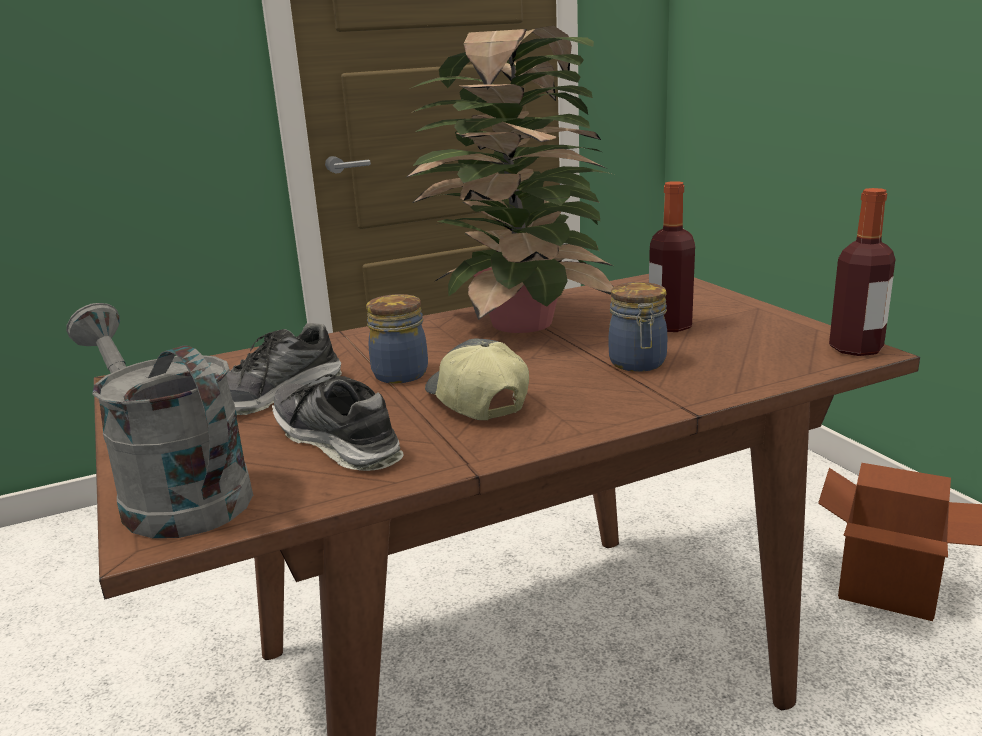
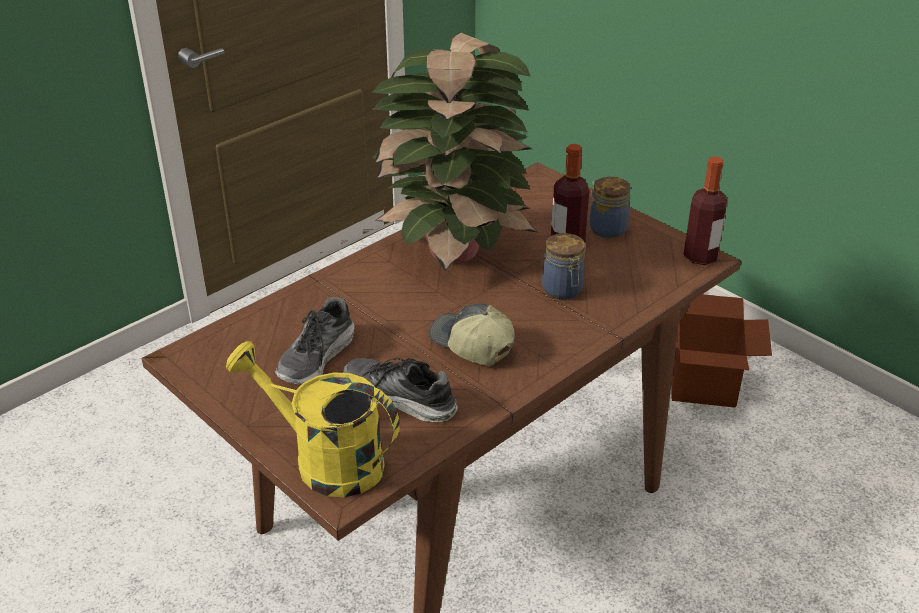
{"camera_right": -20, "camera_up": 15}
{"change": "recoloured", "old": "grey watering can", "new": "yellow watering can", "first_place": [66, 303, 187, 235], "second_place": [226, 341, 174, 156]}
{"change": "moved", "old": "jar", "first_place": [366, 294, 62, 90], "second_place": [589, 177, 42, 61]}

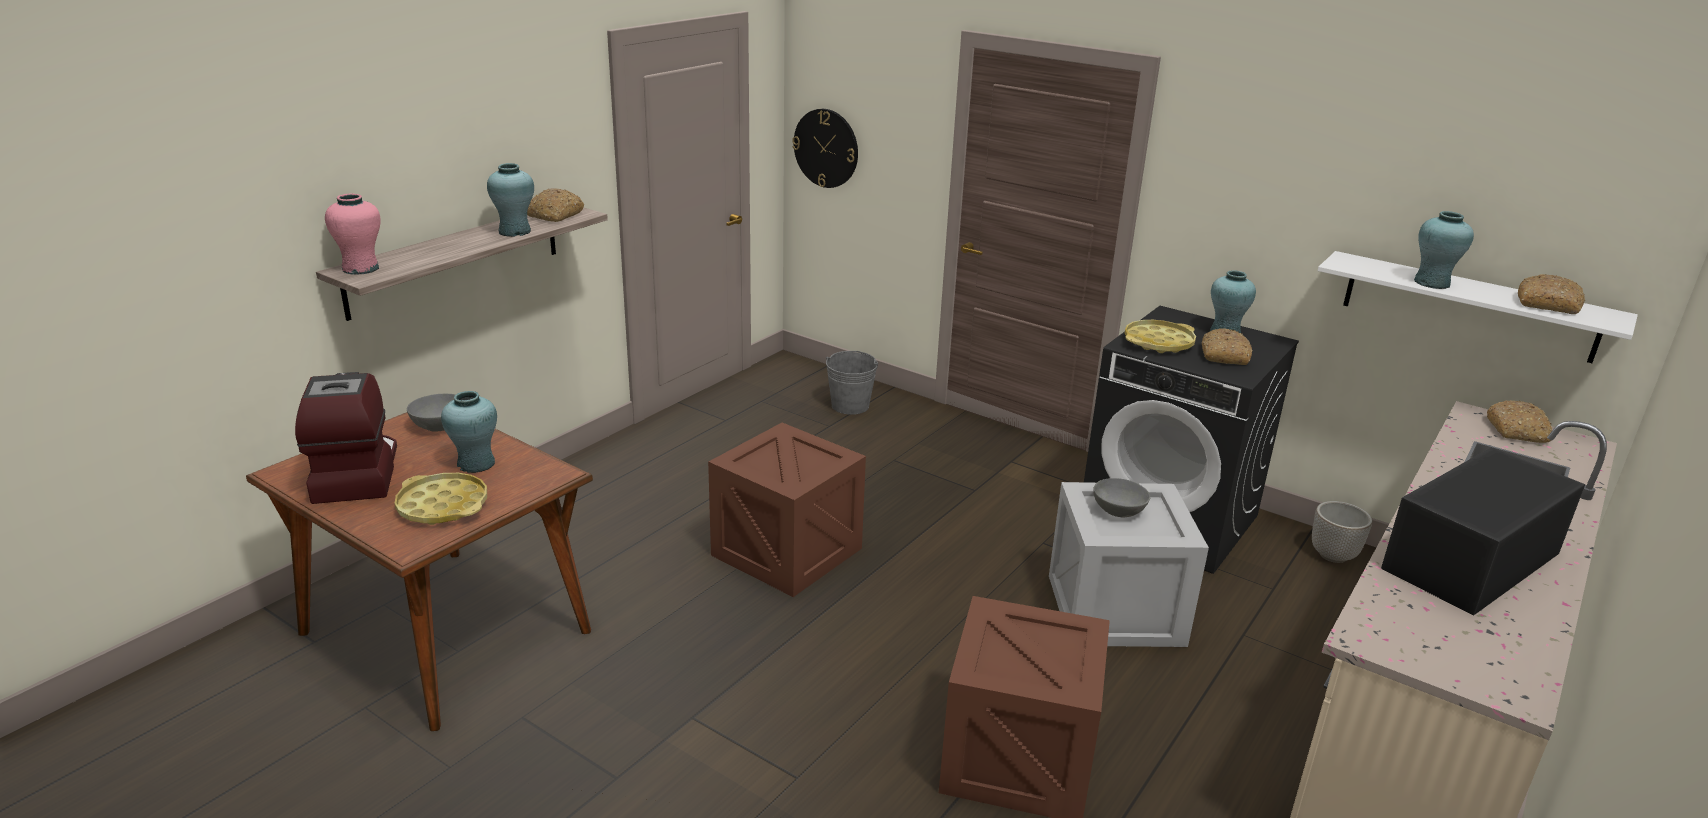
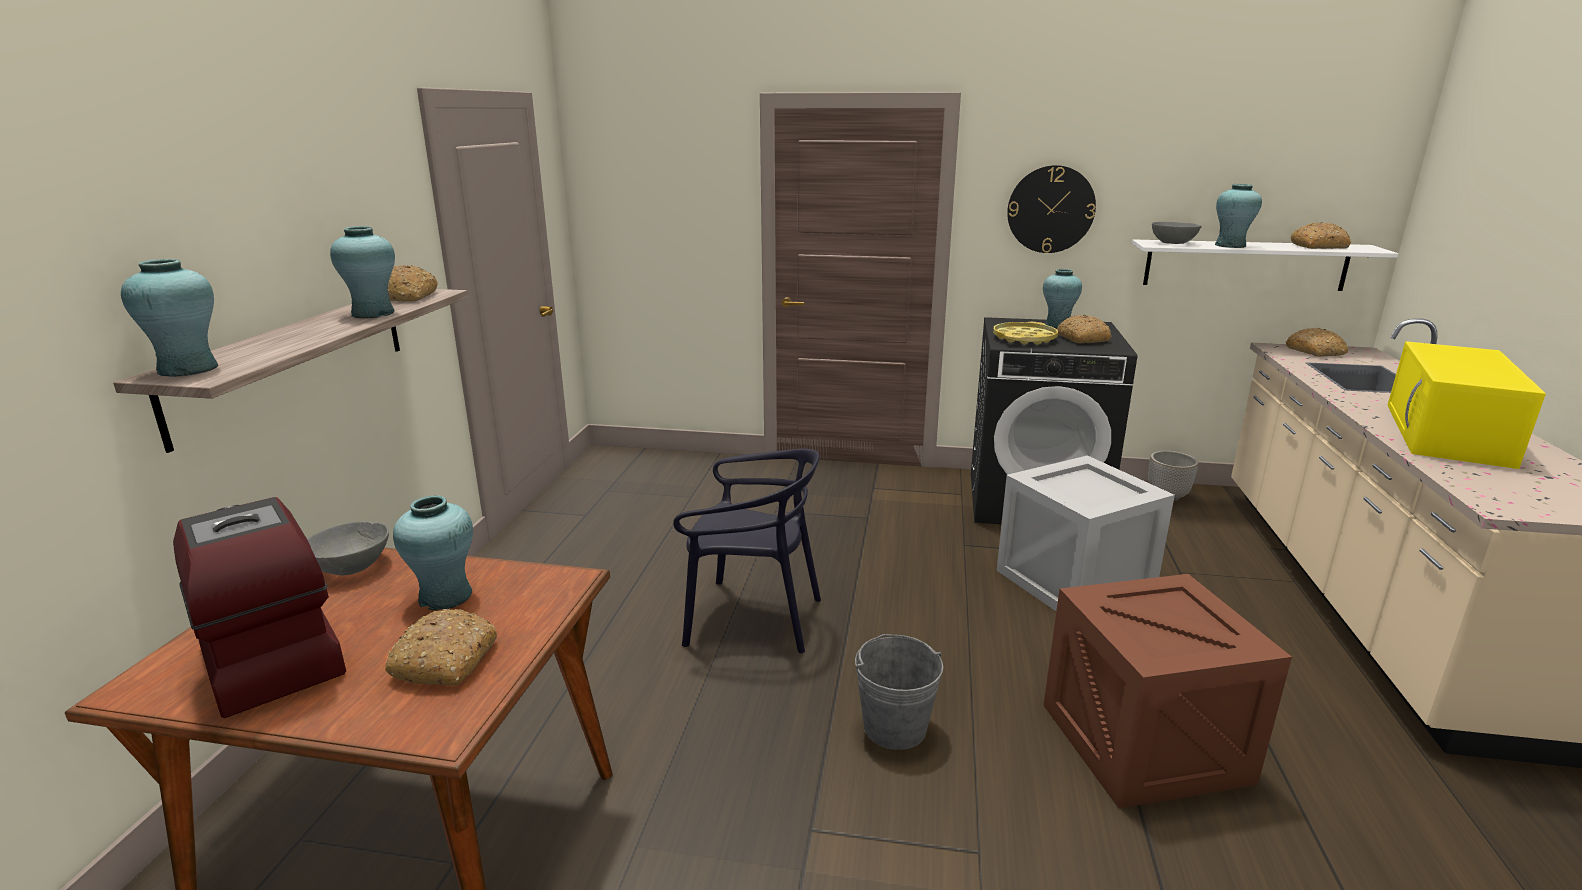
{"camera_right": -25, "camera_up": -5}
{"change": "recoloured", "old": "pink vase", "new": "turquoise vase", "first_place": [325, 194, 56, 81], "second_place": [121, 259, 97, 118]}
{"change": "replaced", "old": "yellow tray", "new": "bread", "first_place": [394, 473, 93, 52], "second_place": [385, 609, 112, 77]}
{"change": "replaced", "old": "crate", "new": "black chair", "first_place": [708, 423, 158, 174], "second_place": [673, 449, 148, 204]}
{"change": "moved", "old": "grey bucket", "first_place": [826, 351, 52, 64], "second_place": [855, 634, 88, 116]}
{"change": "moved", "old": "wall clock", "first_place": [792, 109, 66, 79], "second_place": [1007, 165, 89, 88]}
{"change": "moved", "old": "grey bowl", "first_place": [1093, 478, 58, 39], "second_place": [1152, 222, 50, 22]}
{"change": "recoloured", "old": "black microwave", "new": "yellow microwave", "first_place": [1381, 447, 204, 168], "second_place": [1387, 341, 159, 128]}

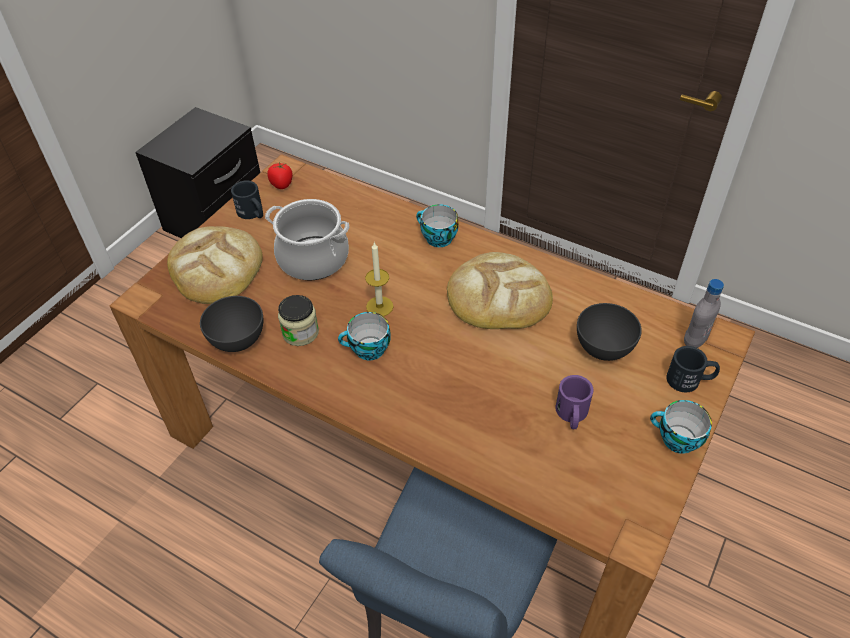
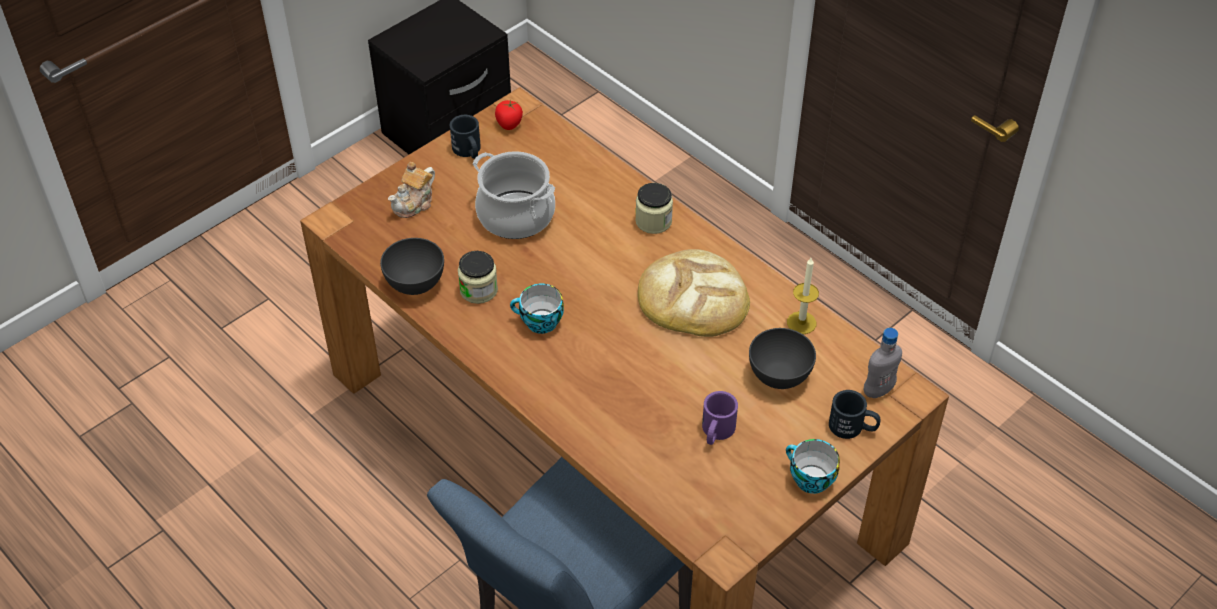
{"camera_right": 15, "camera_up": 0}
{"change": "replaced", "old": "bread", "new": "teapot", "first_place": [167, 226, 96, 78], "second_place": [388, 162, 47, 56]}
{"change": "replaced", "old": "cup", "new": "jar", "first_place": [416, 204, 43, 43], "second_place": [635, 183, 38, 51]}
{"change": "moved", "old": "candle", "first_place": [365, 243, 28, 73], "second_place": [787, 258, 32, 76]}

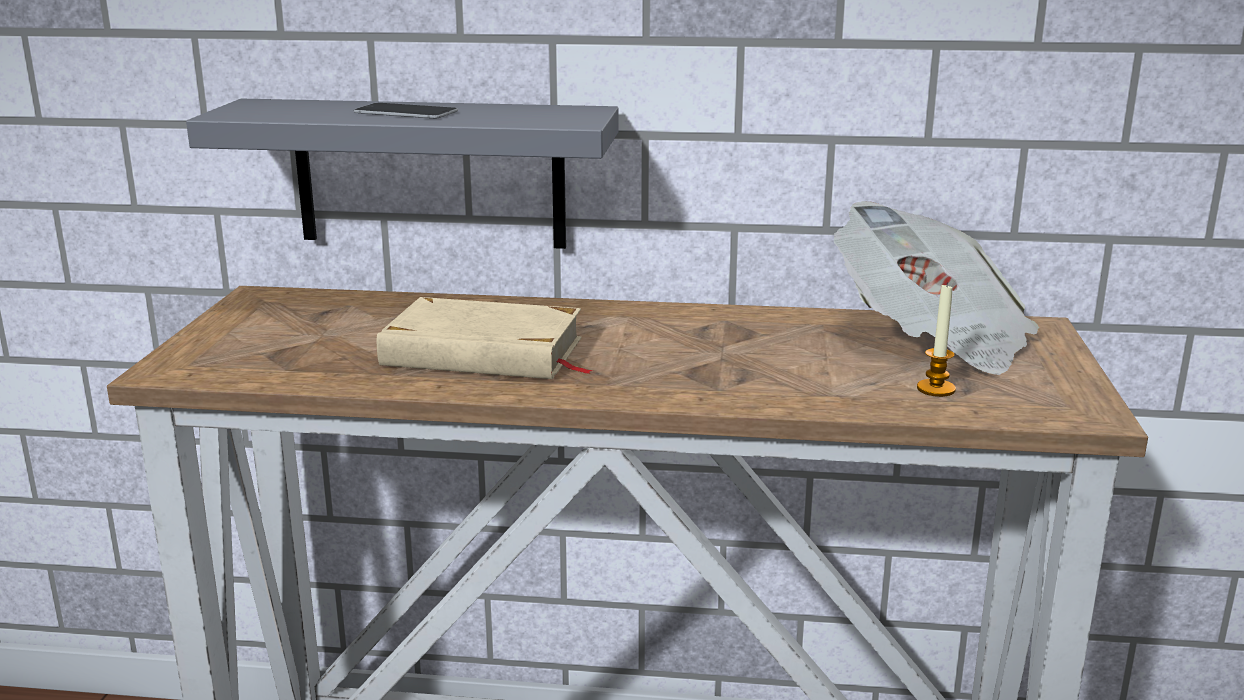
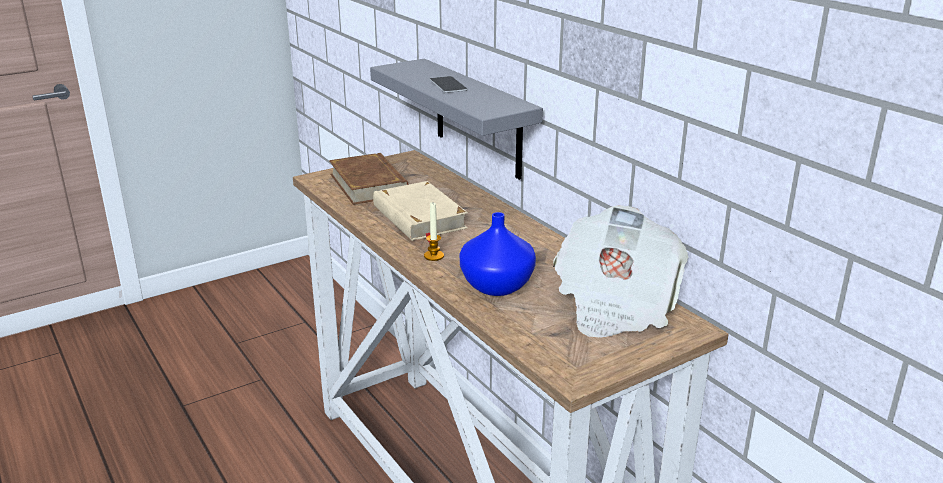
{"camera_right": 50, "camera_up": 5}
{"change": "added", "new": "brown book", "second_place": [329, 153, 80, 52]}
{"change": "moved", "old": "candle", "first_place": [917, 282, 39, 115], "second_place": [424, 202, 20, 59]}
{"change": "added", "new": "blue vase", "second_place": [460, 212, 76, 84]}

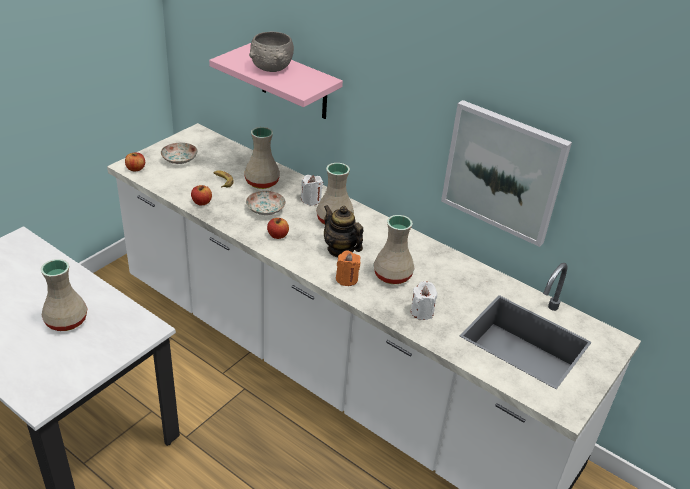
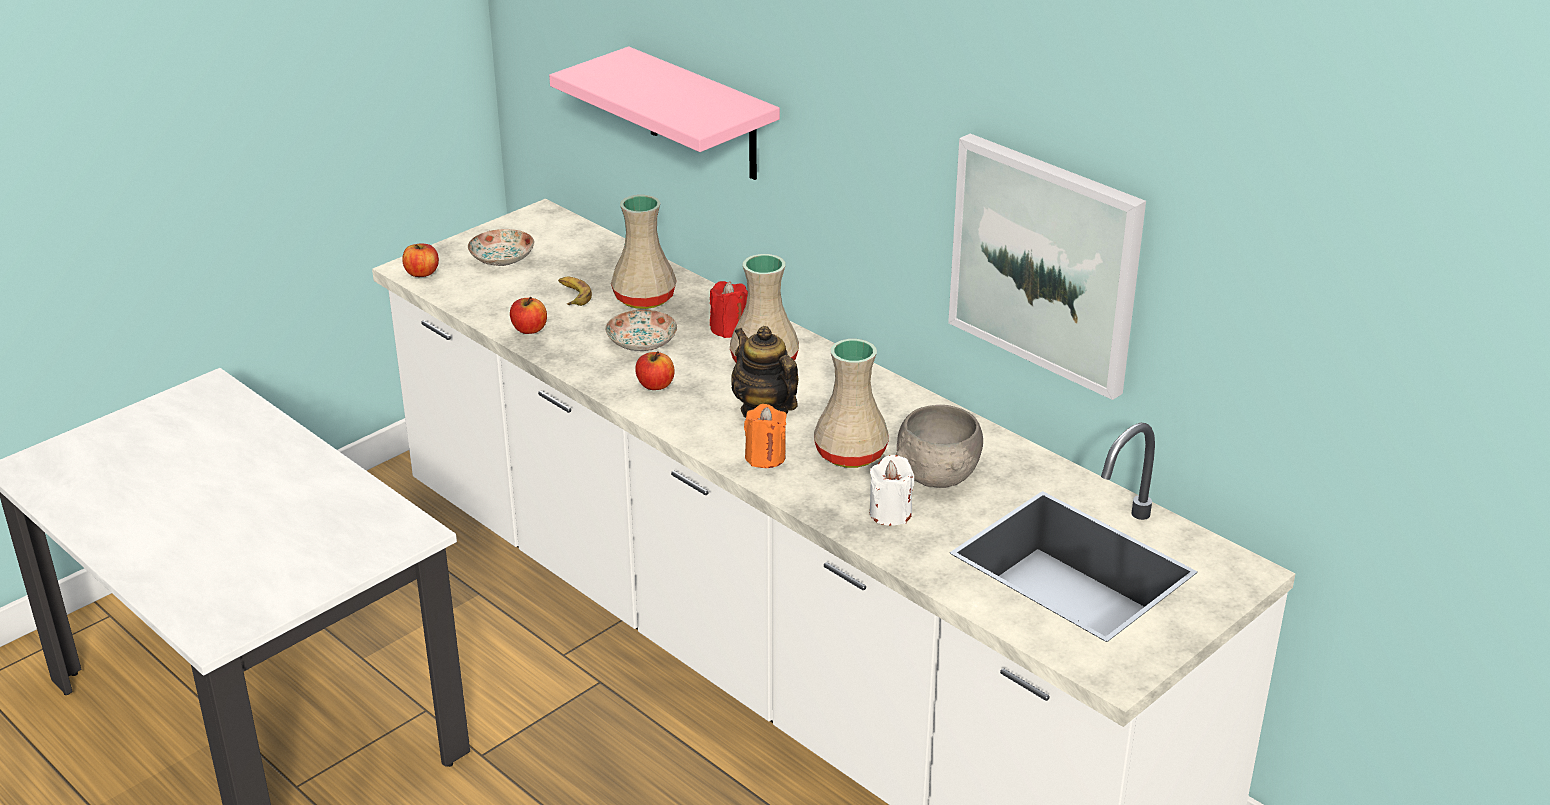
{"camera_right": 10, "camera_up": -5}
{"change": "recoloured", "old": "white candle", "new": "red candle", "first_place": [301, 175, 22, 31], "second_place": [710, 281, 38, 57]}
{"change": "moved", "old": "grey bowl", "first_place": [249, 32, 45, 40], "second_place": [896, 405, 87, 83]}
{"change": "removed", "old": "beige vase", "first_place": [40, 259, 48, 72]}

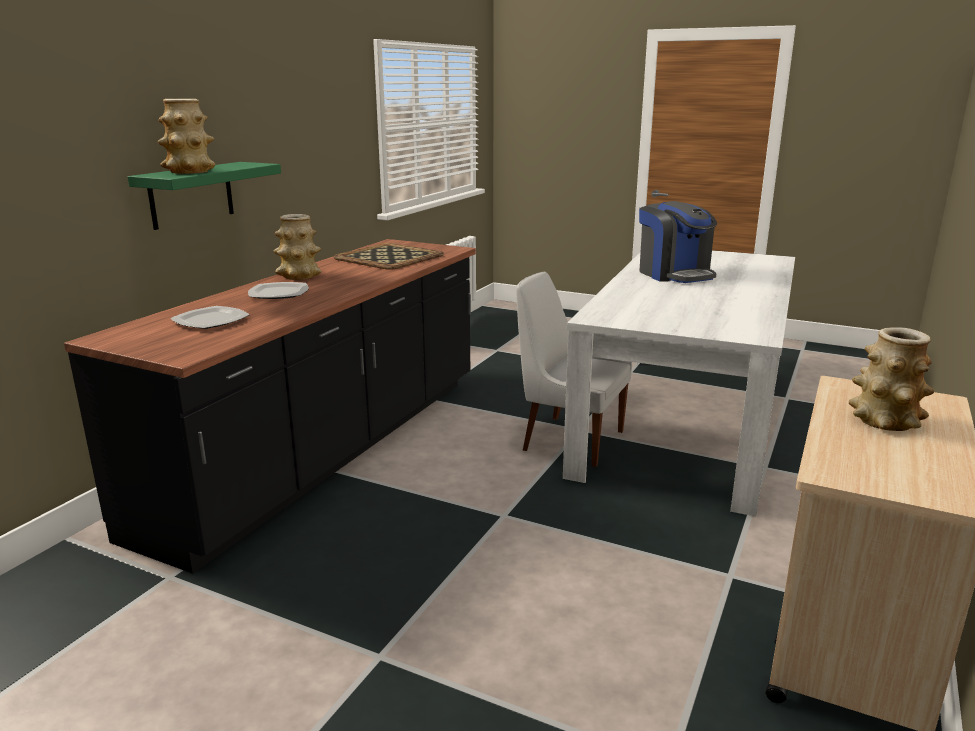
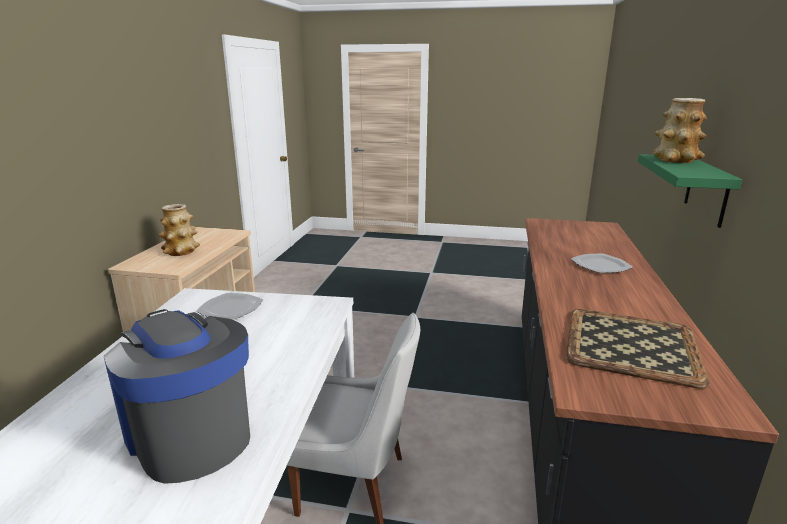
{"camera_right": 165, "camera_up": 0}
{"change": "moved", "old": "plate", "first_place": [170, 306, 80, 23], "second_place": [196, 293, 67, 26]}
{"change": "removed", "old": "vase", "first_place": [274, 214, 47, 66]}

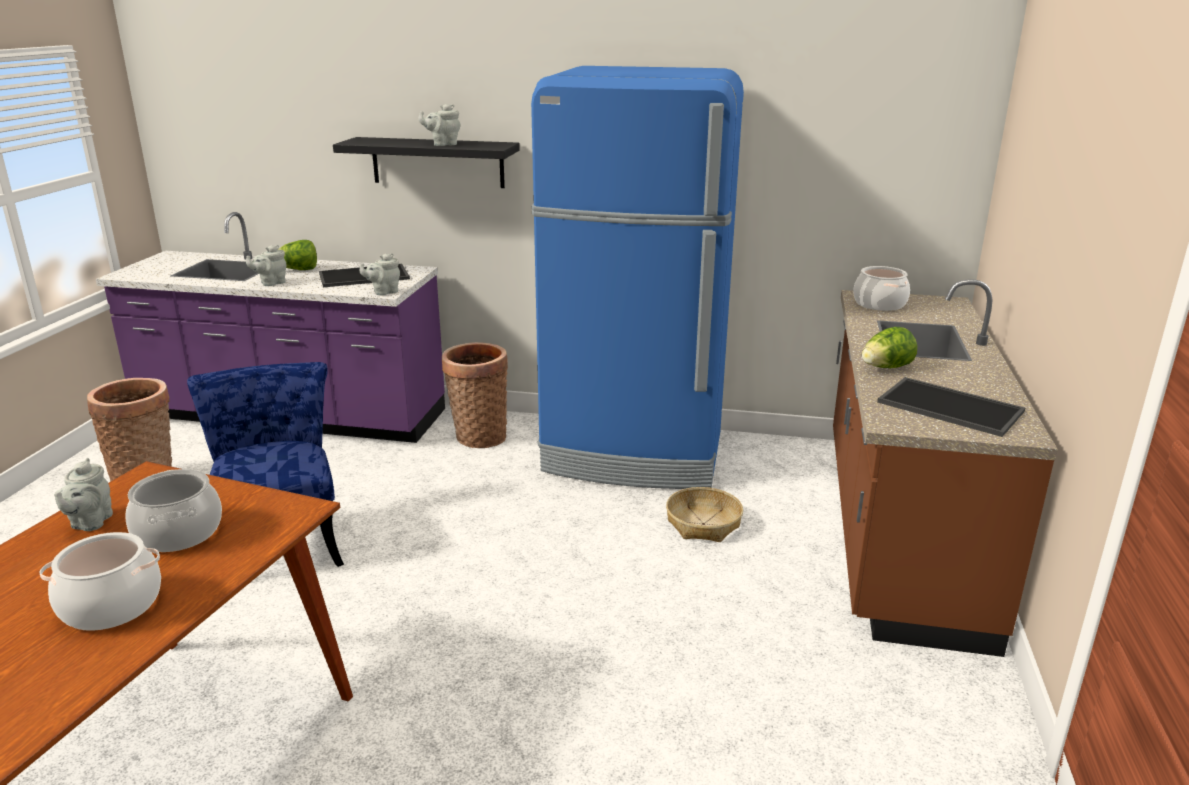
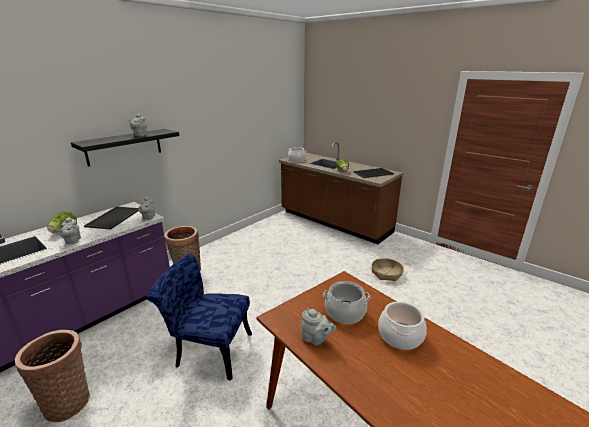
{"camera_right": -60, "camera_up": 0}
{"change": "moved", "old": "basket", "first_place": [666, 487, 77, 55], "second_place": [371, 258, 33, 24]}
{"change": "removed", "old": "blue fridge", "first_place": [531, 66, 213, 423]}

